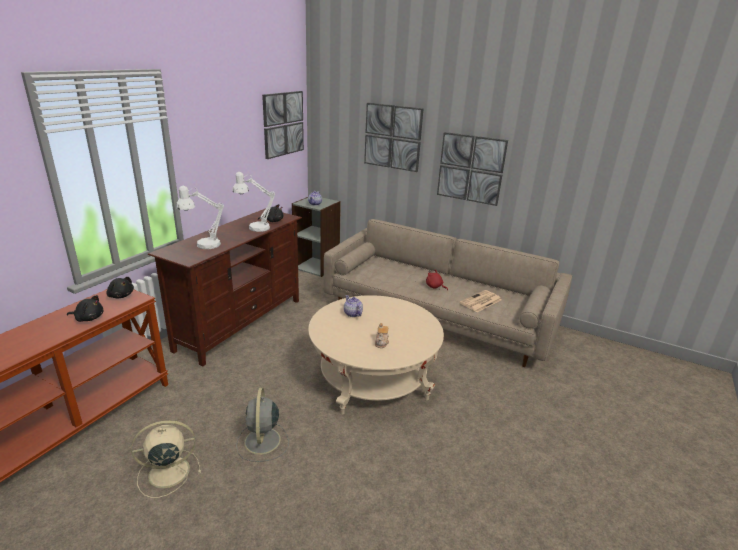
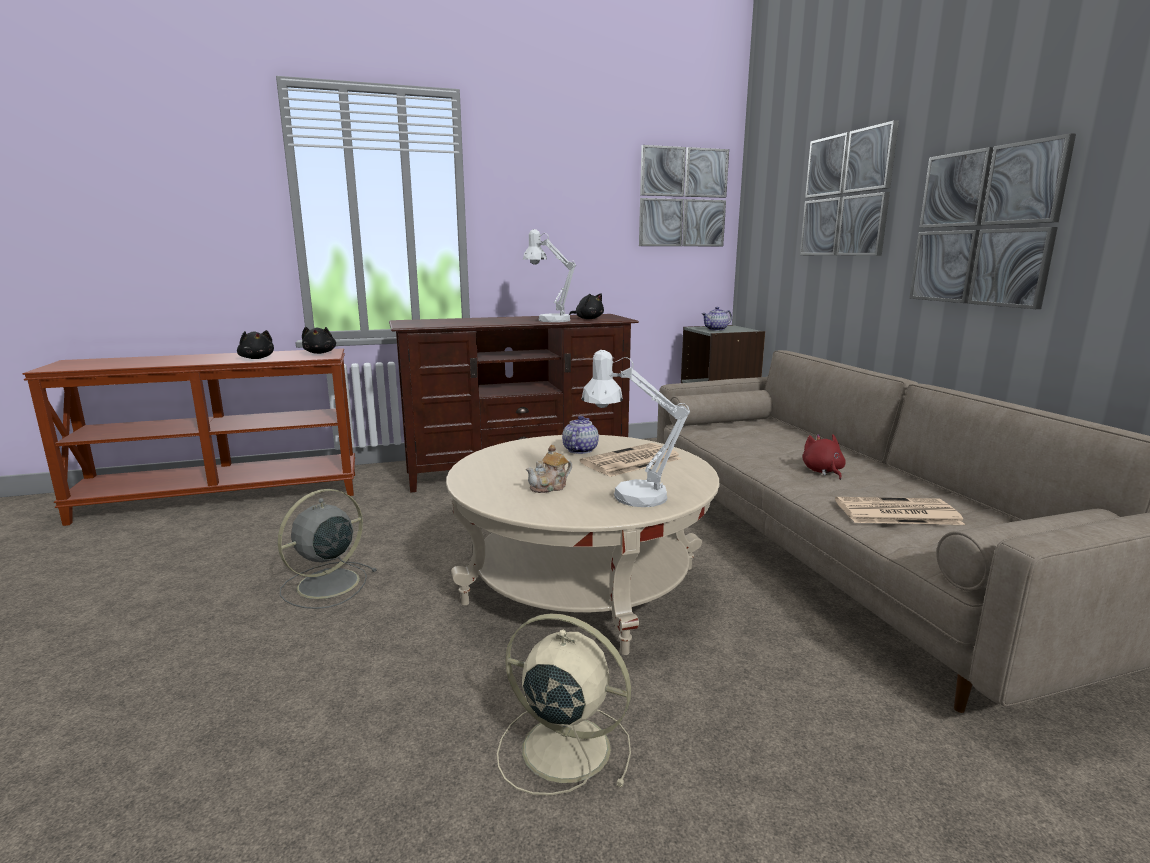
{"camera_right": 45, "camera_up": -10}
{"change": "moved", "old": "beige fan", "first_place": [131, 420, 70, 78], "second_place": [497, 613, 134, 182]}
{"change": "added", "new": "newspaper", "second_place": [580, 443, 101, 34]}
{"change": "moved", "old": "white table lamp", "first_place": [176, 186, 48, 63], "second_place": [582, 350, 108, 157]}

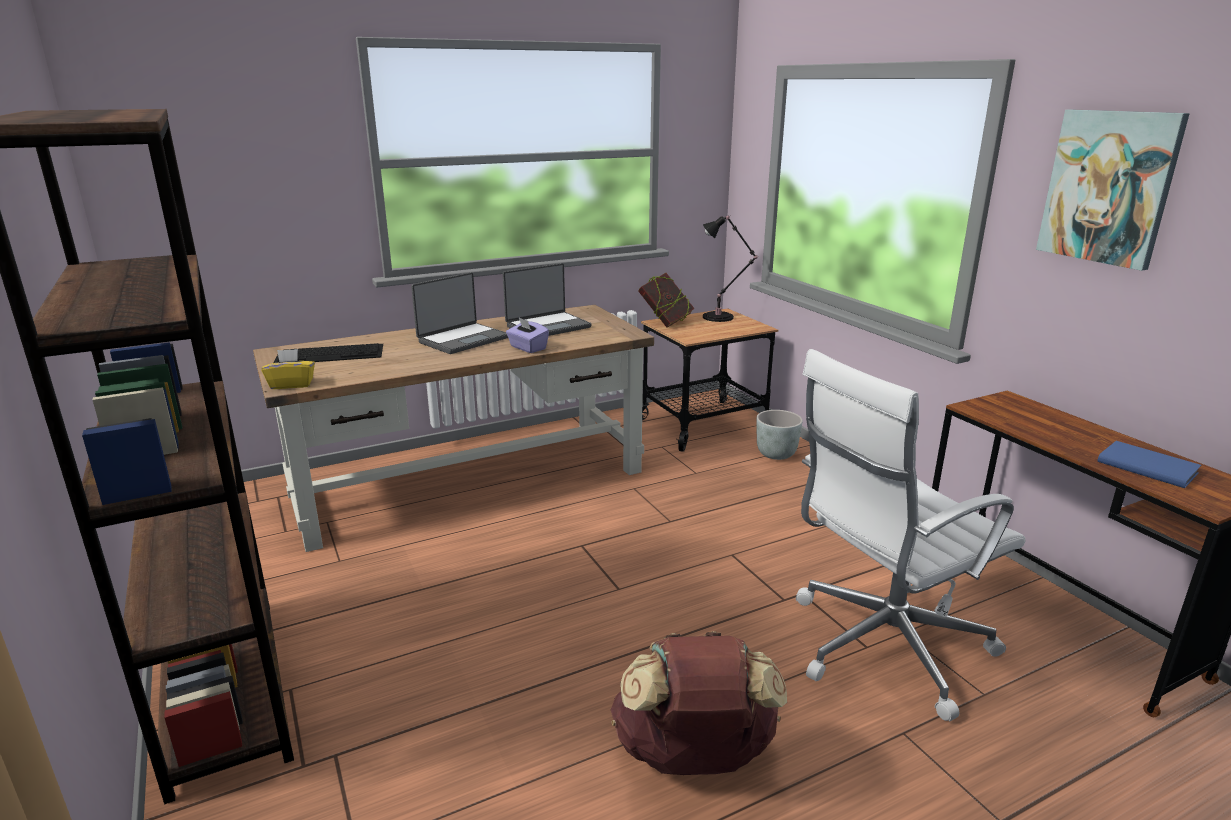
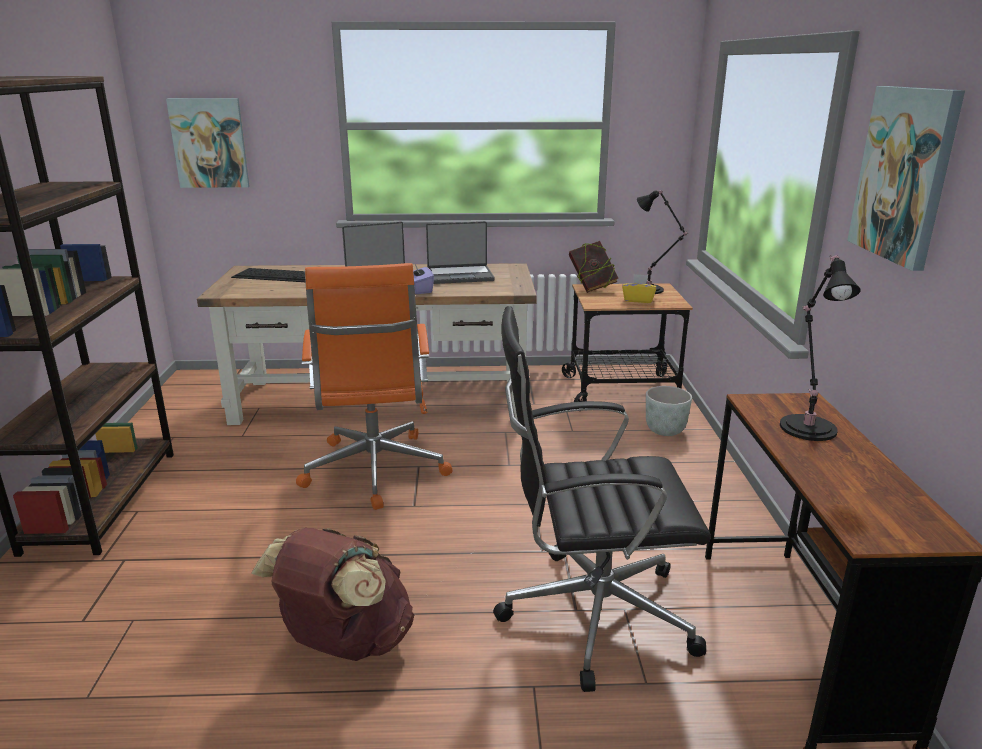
{"camera_right": 25, "camera_up": 0}
{"change": "added", "new": "picture", "second_place": [166, 98, 84, 90]}
{"change": "added", "new": "orange office chair", "second_place": [296, 263, 157, 247]}
{"change": "recoloured", "old": "white office chair", "new": "black office chair", "first_place": [796, 349, 230, 372], "second_place": [493, 306, 218, 386]}
{"change": "moved", "old": "yellow tissue box", "first_place": [261, 349, 54, 40], "second_place": [622, 274, 35, 29]}
{"change": "added", "new": "black table lamp", "second_place": [780, 255, 81, 186]}
{"change": "removed", "old": "blue book", "first_place": [1097, 441, 104, 47]}

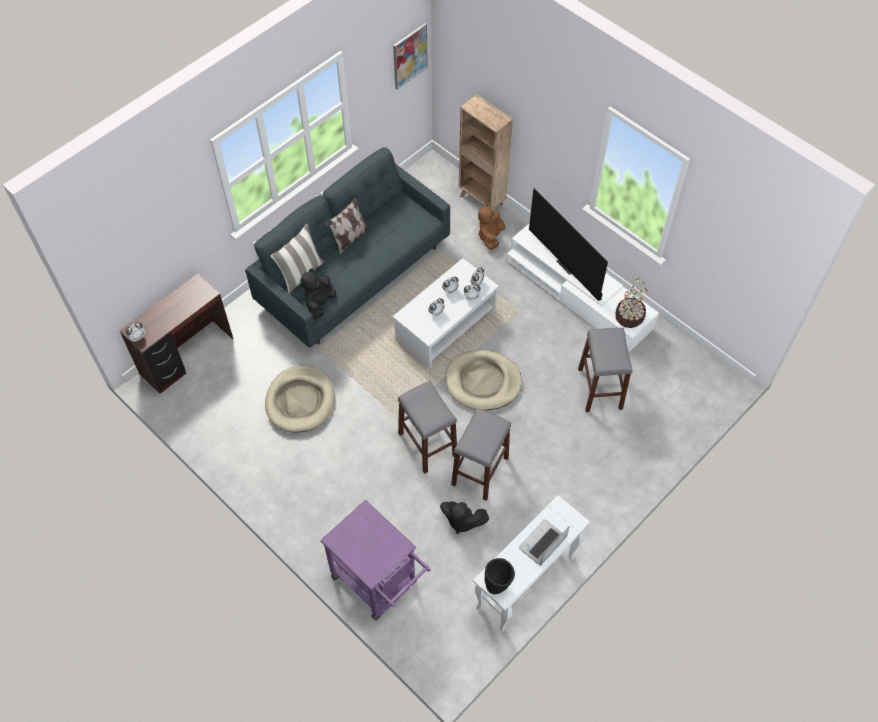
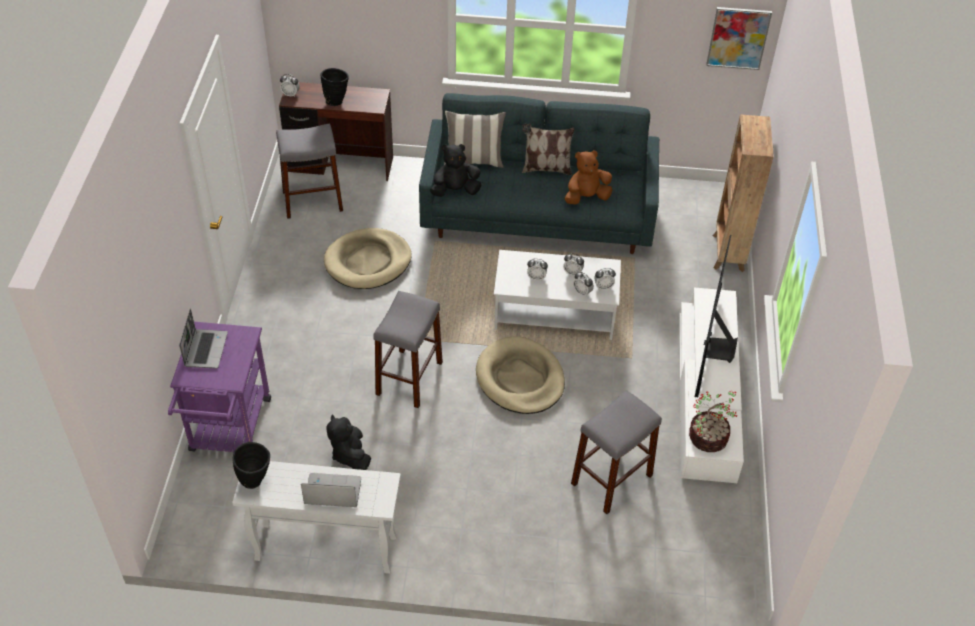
{"camera_right": 50, "camera_up": -10}
{"change": "added", "new": "laptop", "second_place": [179, 309, 49, 59]}
{"change": "moved", "old": "grey stool", "first_place": [451, 408, 60, 93], "second_place": [276, 124, 67, 95]}
{"change": "added", "new": "black vase", "second_place": [320, 68, 29, 38]}
{"change": "moved", "old": "brown plush toy", "first_place": [478, 204, 27, 46], "second_place": [565, 150, 47, 55]}

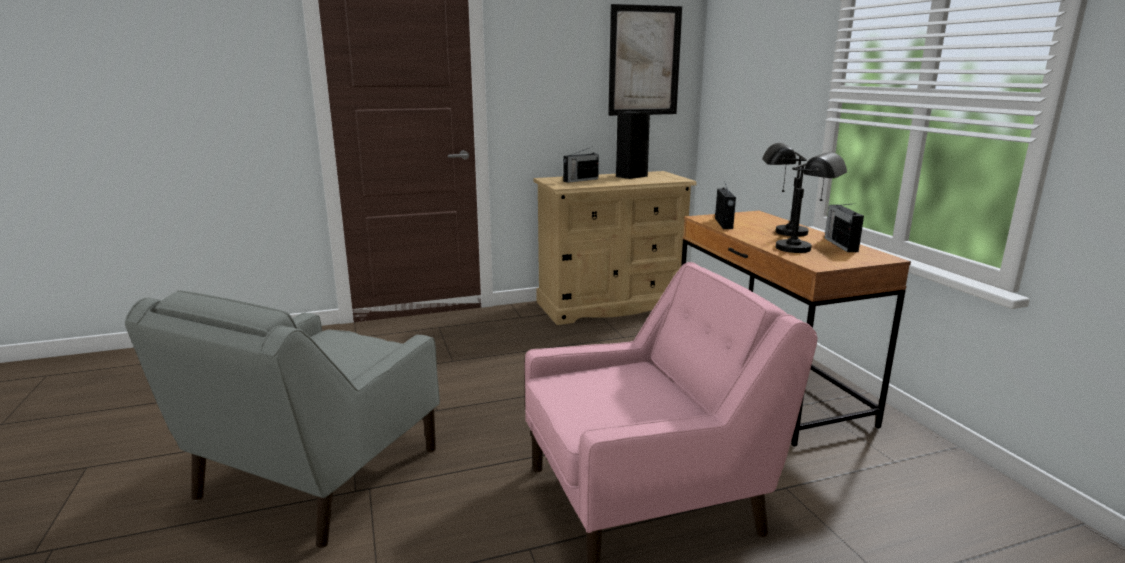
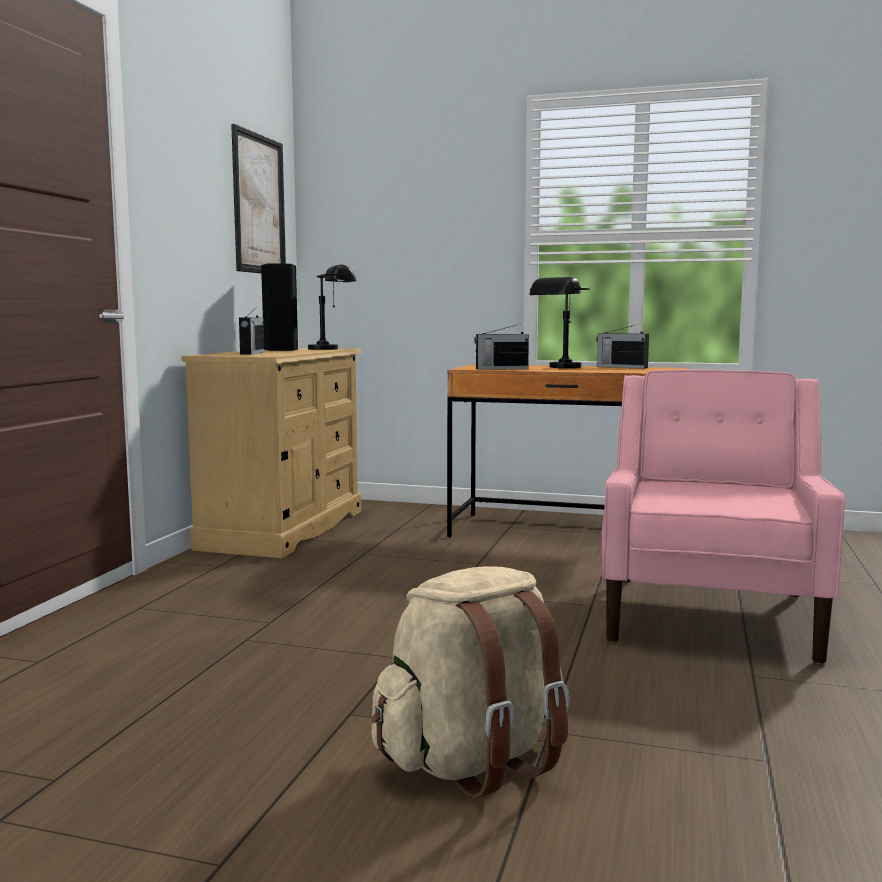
{"camera_right": -55, "camera_up": -10}
{"change": "moved", "old": "black table lamp", "first_place": [776, 152, 71, 101], "second_place": [308, 264, 49, 86]}
{"change": "replaced", "old": "grey armchair", "new": "beige backpack", "first_place": [125, 290, 315, 258], "second_place": [371, 566, 199, 232]}
{"change": "turned", "old": "radio", "first_place": [715, 183, 21, 46], "second_place": [474, 324, 55, 46], "degrees": 135}

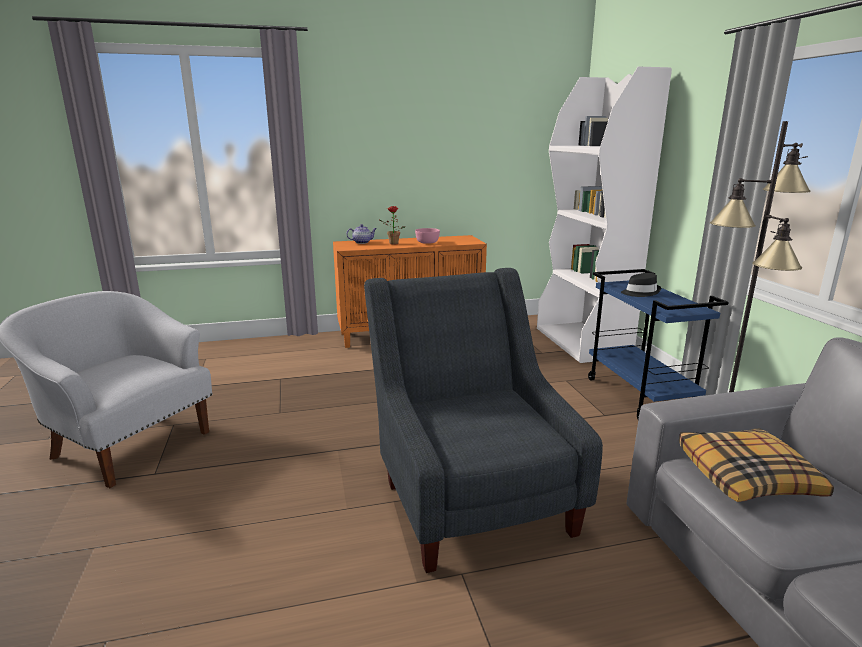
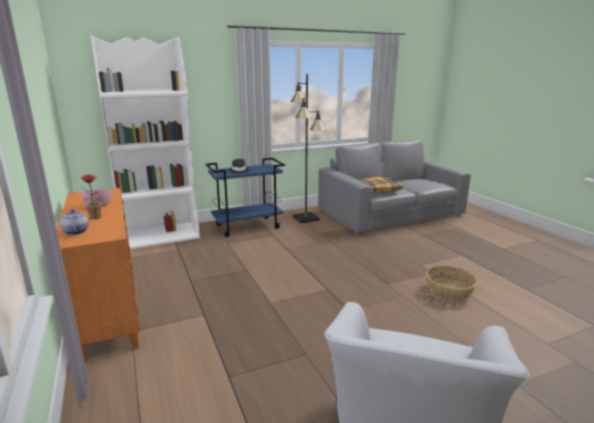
{"camera_right": -100, "camera_up": 0}
{"change": "added", "new": "basket", "second_place": [426, 266, 52, 36]}
{"change": "removed", "old": "grey armchair", "first_place": [364, 268, 239, 305]}

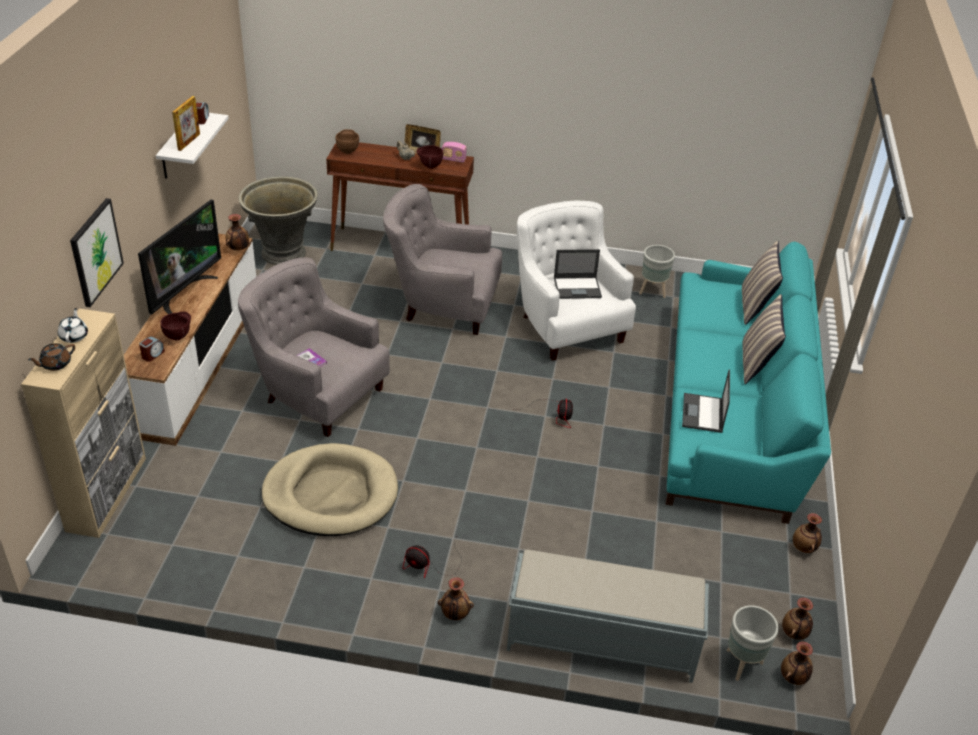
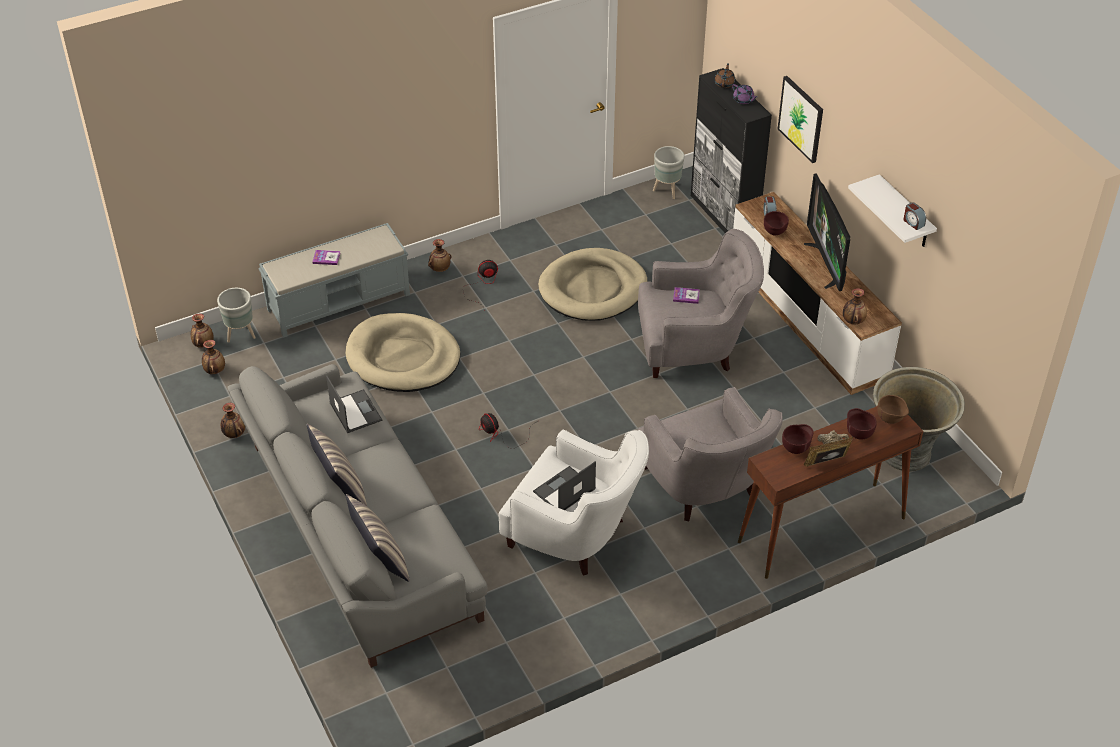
{"camera_right": 145, "camera_up": 5}
{"change": "recoloured", "old": "turquoise sofa", "new": "grey sofa", "first_place": [666, 242, 165, 282], "second_place": [227, 364, 261, 304]}
{"change": "added", "new": "book", "second_place": [312, 250, 28, 15]}
{"change": "added", "new": "beige dog bed", "second_place": [345, 313, 115, 79]}
{"change": "turned", "old": "grey armchair", "first_place": [383, 184, 119, 151], "second_place": [638, 387, 145, 134], "degrees": 90}
{"change": "moved", "old": "grey planter", "first_place": [639, 245, 36, 53], "second_place": [653, 146, 31, 53]}
{"change": "recoloured", "old": "beige cabinet", "new": "black cabinet", "first_place": [21, 308, 125, 230], "second_place": [691, 68, 81, 165]}
{"change": "recoloured", "old": "white teapot", "new": "purple teapot", "first_place": [58, 308, 30, 35], "second_place": [732, 84, 26, 20]}
{"change": "added", "new": "brown bowl", "second_place": [847, 408, 30, 32]}
{"change": "removed", "old": "picture frame", "first_place": [172, 96, 28, 55]}
{"change": "removed", "old": "radio", "first_place": [442, 142, 25, 21]}

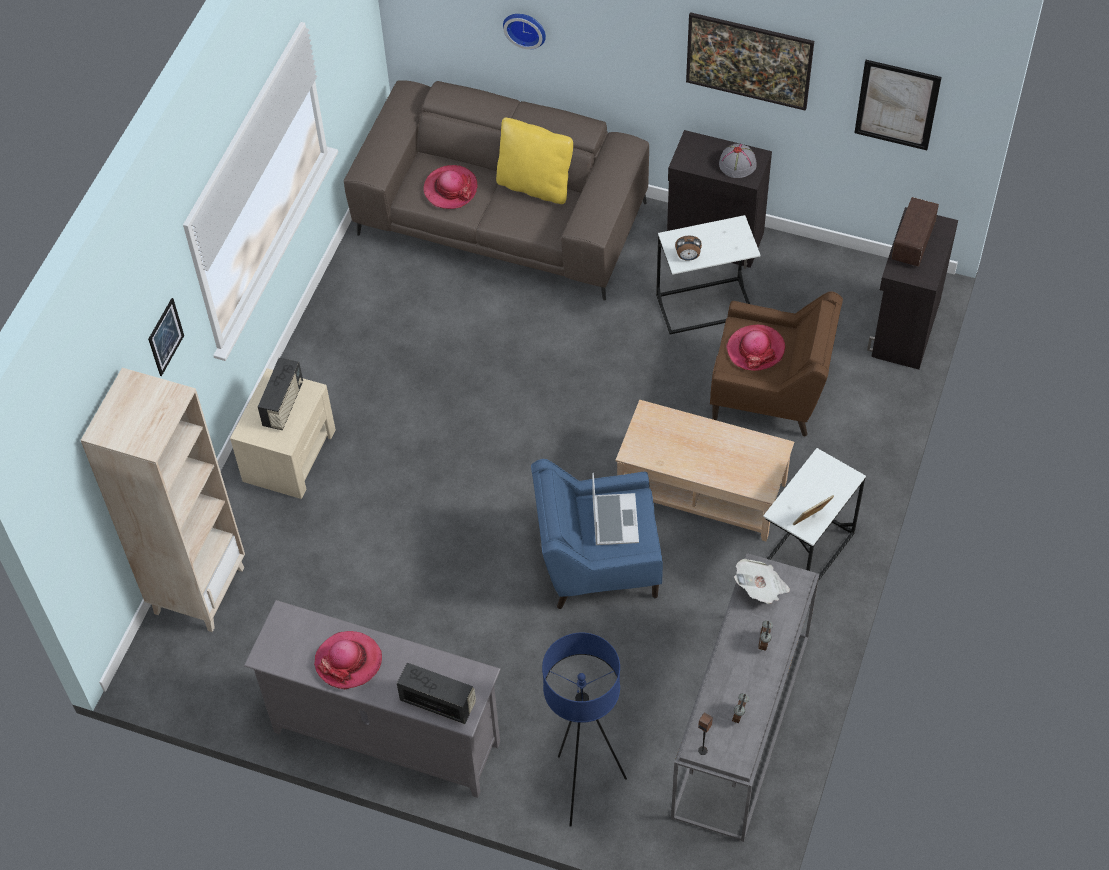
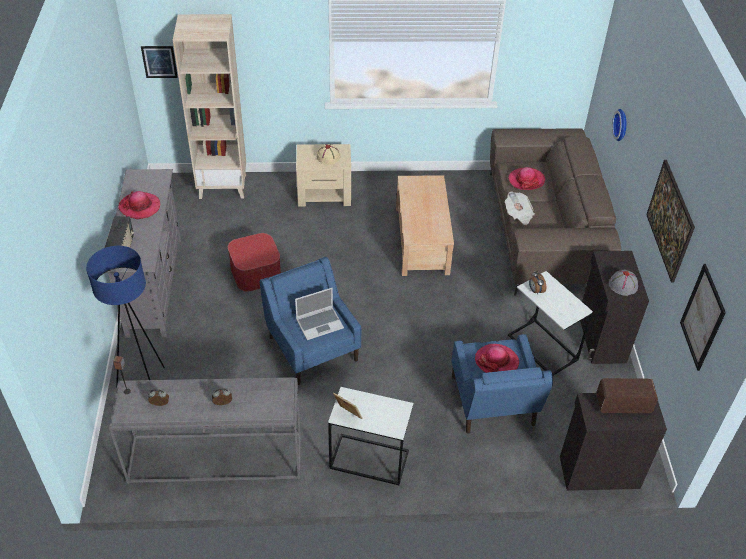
{"camera_right": 65, "camera_up": -10}
{"change": "moved", "old": "picture", "first_place": [148, 298, 36, 78], "second_place": [141, 46, 37, 32]}
{"change": "added", "new": "ottoman", "second_place": [228, 233, 53, 59]}
{"change": "replaced", "old": "radio", "new": "beige hat", "first_place": [258, 358, 45, 72], "second_place": [317, 144, 23, 21]}
{"change": "moved", "old": "beige coffee table", "first_place": [616, 400, 178, 141], "second_place": [396, 175, 58, 101]}
{"change": "recoloured", "old": "brown armchair", "new": "blue armchair", "first_place": [710, 291, 133, 145], "second_place": [451, 334, 102, 100]}
{"change": "moved", "old": "newspaper", "first_place": [734, 559, 56, 45], "second_place": [505, 191, 30, 34]}
{"change": "removed", "old": "yellow pillow", "first_place": [496, 118, 77, 86]}

